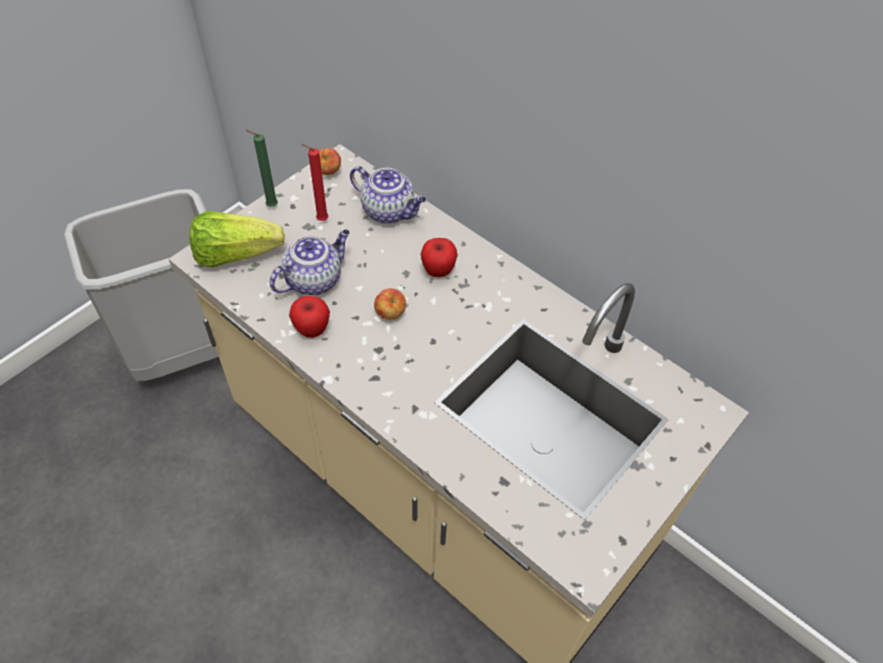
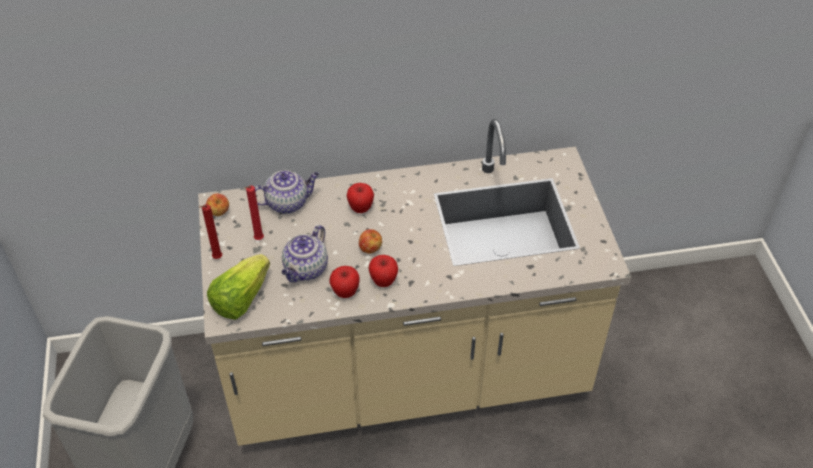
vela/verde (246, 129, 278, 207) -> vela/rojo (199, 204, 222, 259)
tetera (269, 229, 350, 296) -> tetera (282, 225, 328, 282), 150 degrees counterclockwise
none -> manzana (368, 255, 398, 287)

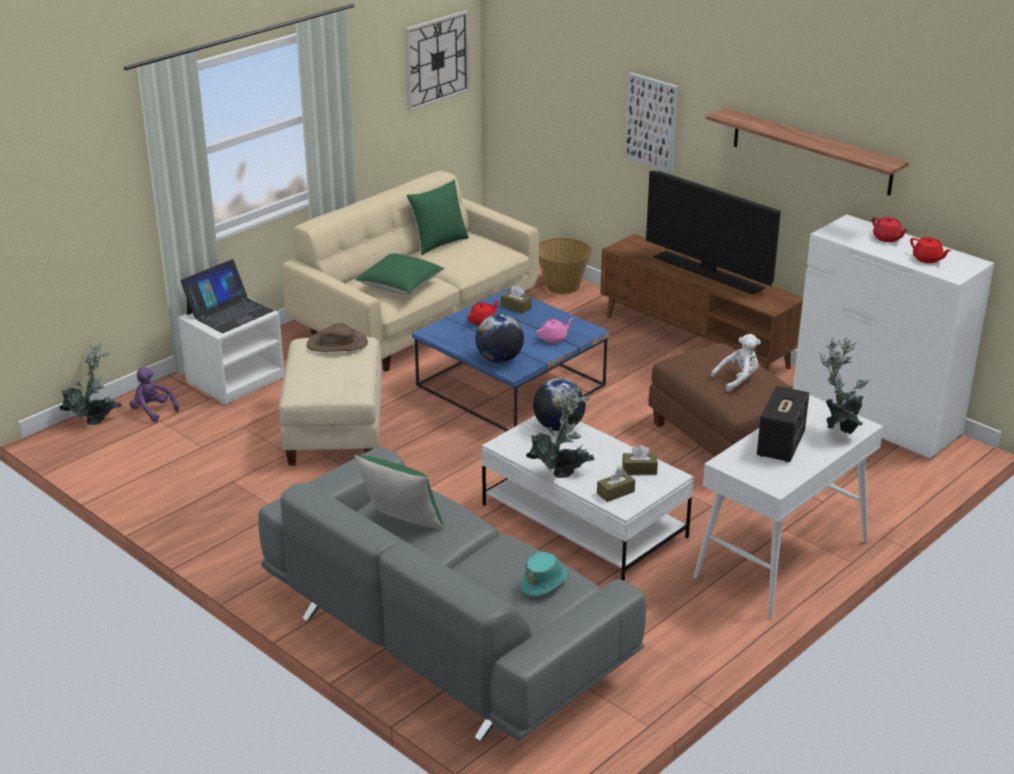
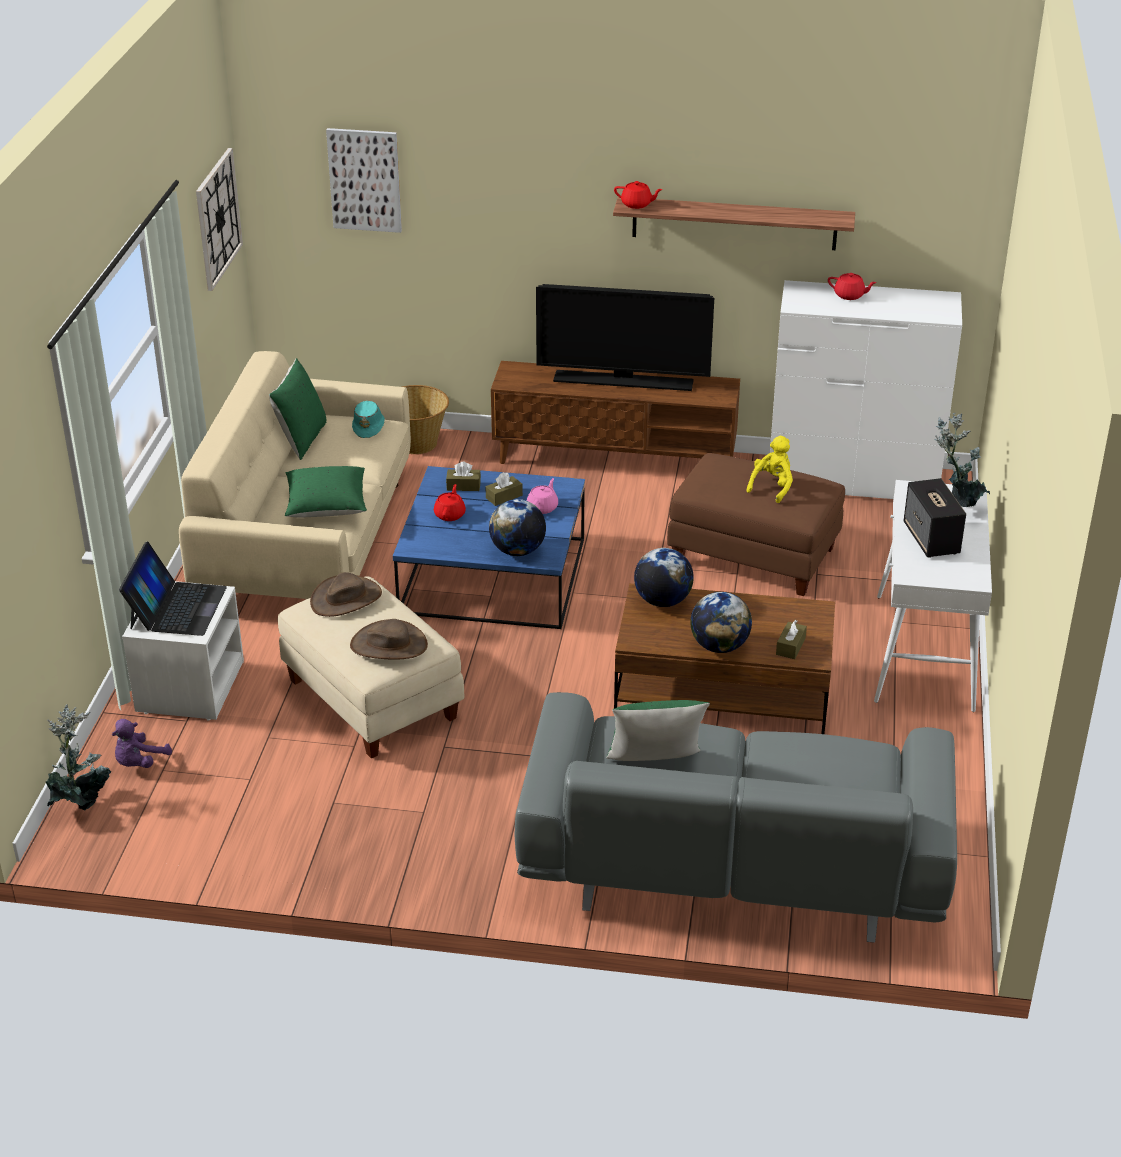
cuadro (625, 72, 678, 173) -> cuadro (326, 128, 402, 233), shifted
tetera/rojo (910, 237, 952, 263) -> tetera/rojo (614, 181, 663, 209), shifted
peluche/blanco (711, 334, 761, 392) -> peluche/amarillo (746, 436, 793, 503)
peluche/morado (129, 367, 179, 422) -> peluche/morado (112, 719, 172, 768), 60 degrees counterclockwise
planta en maceta (526, 385, 595, 478) -> globo terráqueo (690, 592, 752, 653)
mesa de centro/blanco (482, 416, 694, 581) -> mesa de centro/marrón (614, 583, 835, 734)
caja de pañuelos/marrón (622, 445, 658, 475) -> caja de pañuelos/marrón (486, 472, 523, 506), shifted
sombrero/turquesa (521, 552, 568, 596) -> sombrero/turquesa (352, 401, 385, 438), shifted
none -> sombrero/marrón (350, 619, 428, 660)

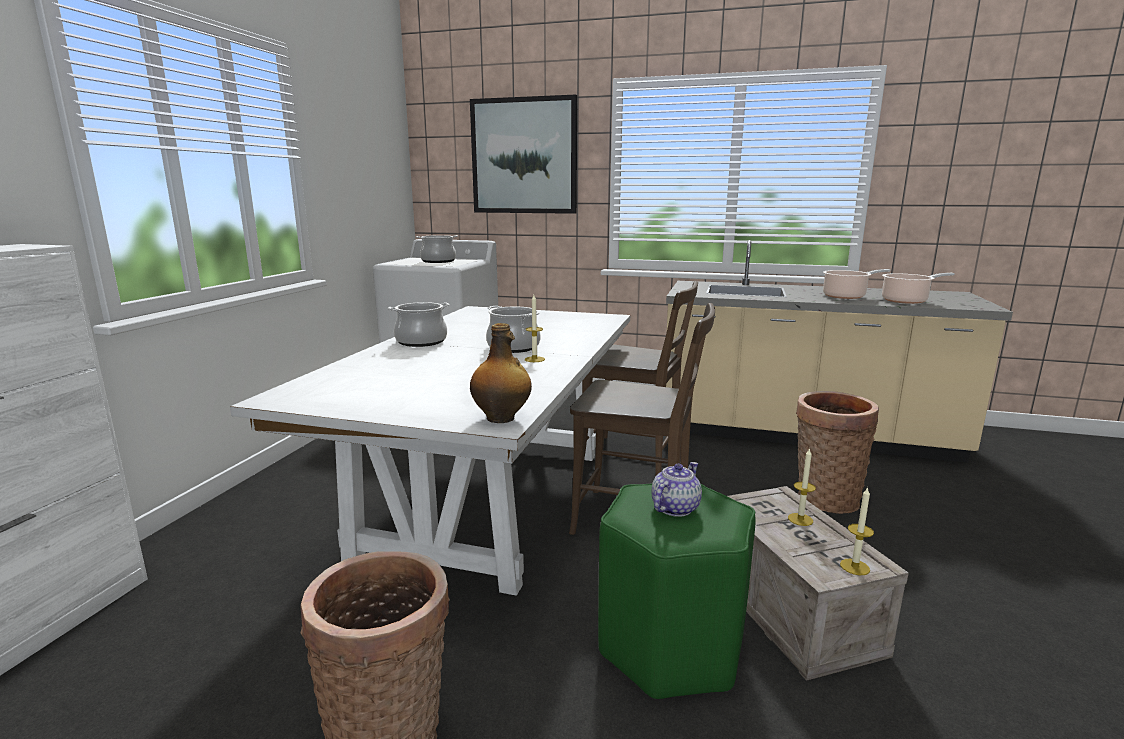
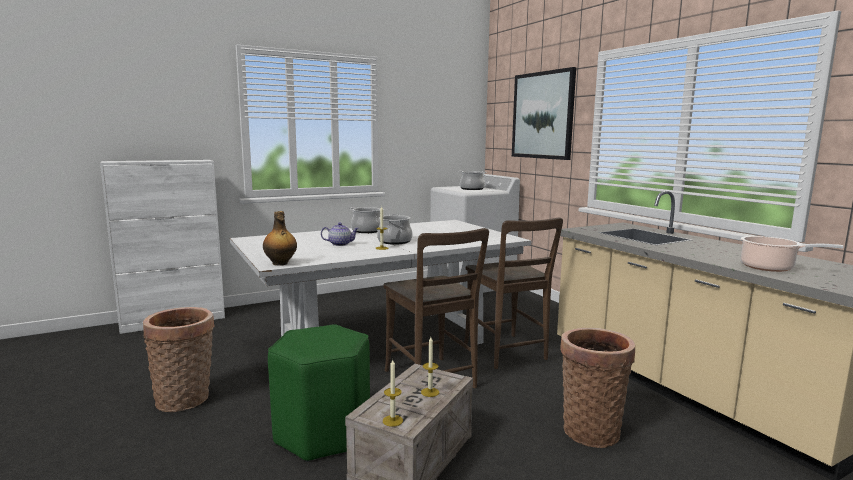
olla (823, 269, 890, 299) -> none
tetera (651, 462, 702, 517) -> tetera (321, 223, 359, 246), shifted

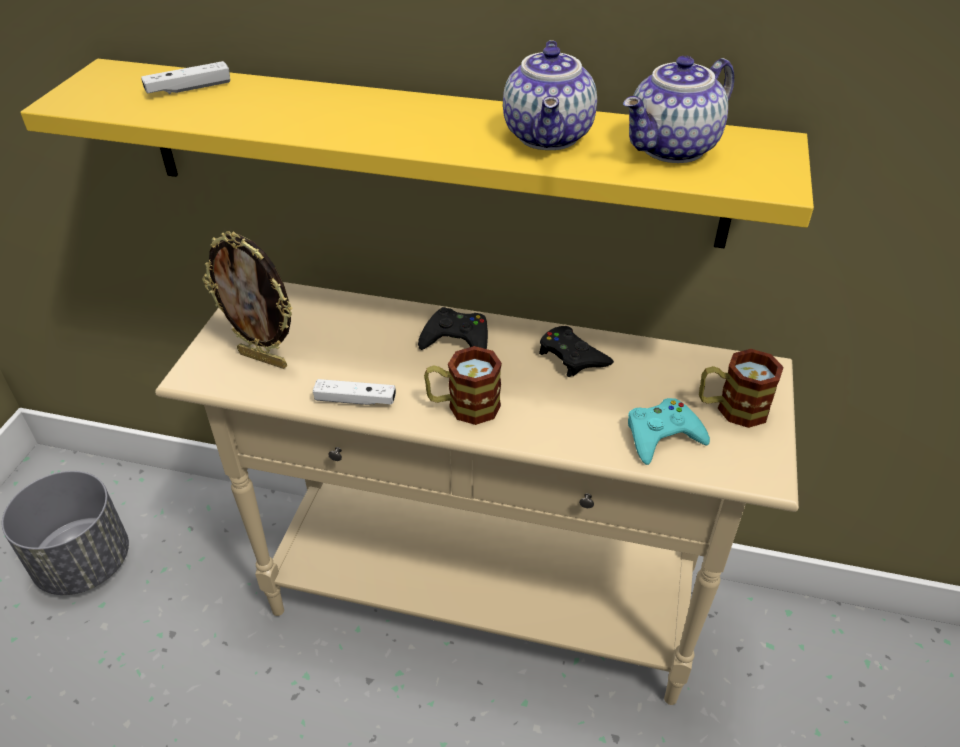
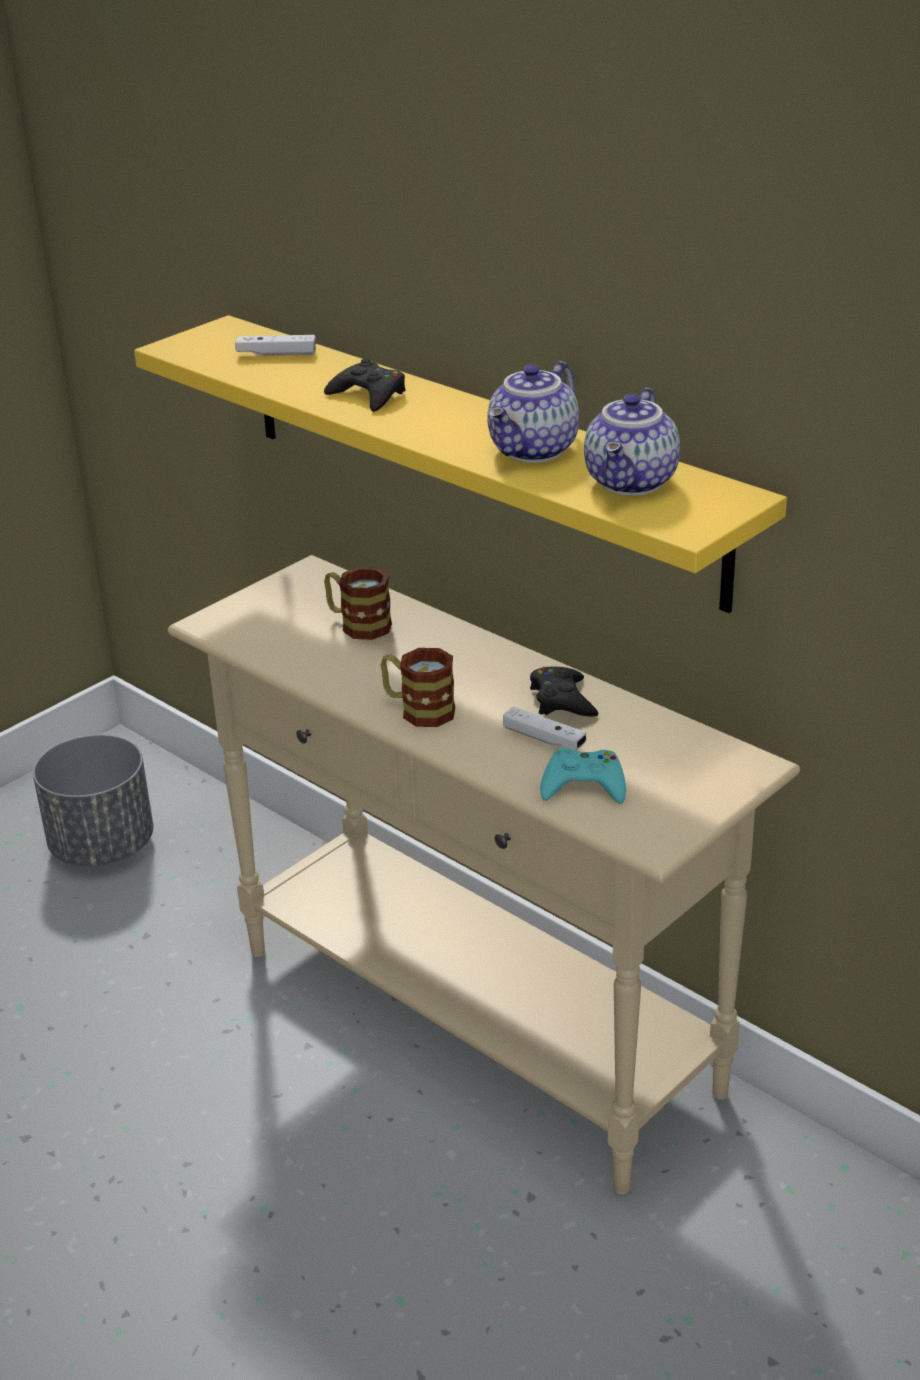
tetera (623, 56, 734, 163) -> tetera (584, 388, 680, 496), 60 degrees counterclockwise
portarretratos (202, 231, 293, 369) -> none
mando de consola/negro (418, 307, 488, 350) -> mando de consola/negro (324, 359, 406, 412), shifted
taza grande (699, 349, 784, 428) -> taza grande (324, 567, 392, 640), shifted
mando de consola/blanco (313, 379, 396, 405) -> mando de consola/blanco (503, 707, 586, 750), shifted

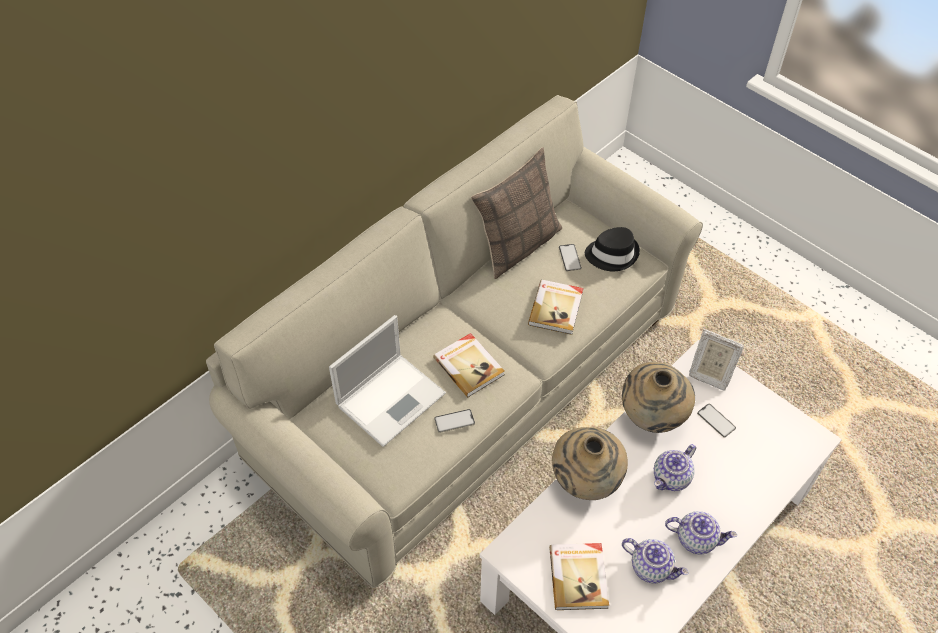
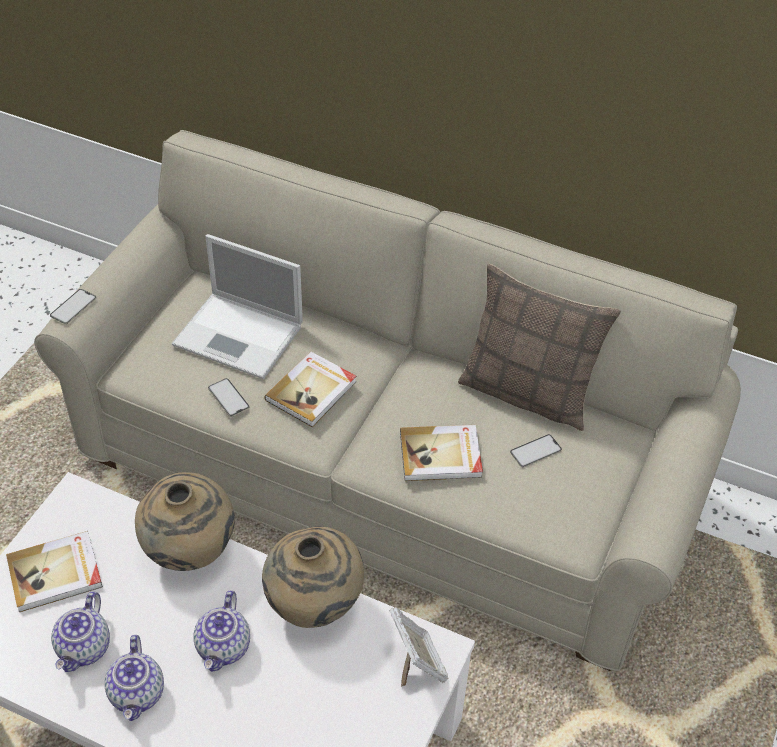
sombrero/negro (585, 227, 640, 271) -> none
portarretratos (689, 329, 744, 390) -> portarretratos (389, 607, 448, 687), 150 degrees clockwise
móvil (697, 404, 736, 437) -> móvil (50, 289, 96, 324), shifted
tetera (654, 444, 696, 491) -> tetera (193, 591, 250, 672), 105 degrees counterclockwise

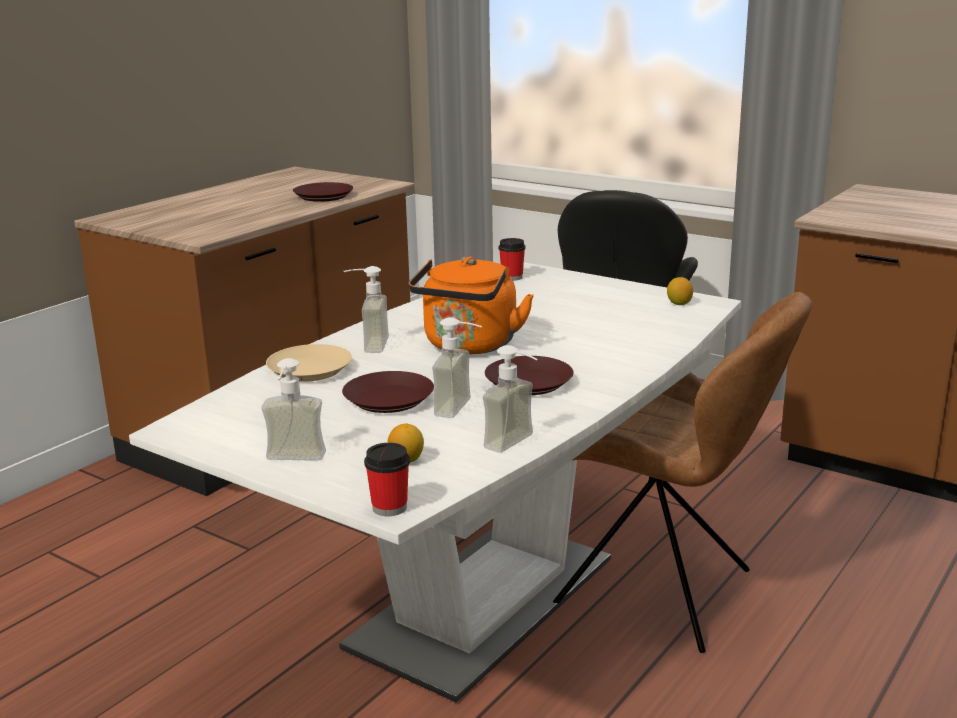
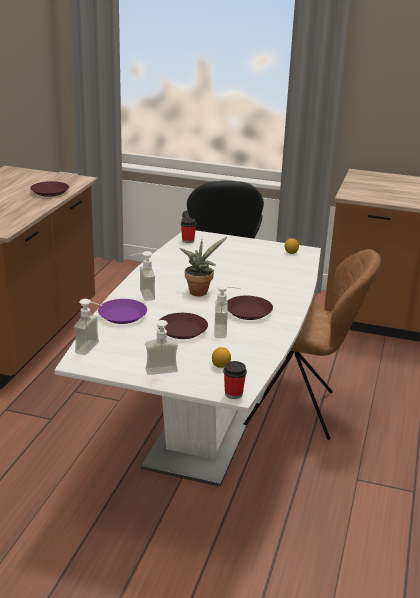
hervidor/naranja (409, 257, 534, 355) -> planta en maceta (180, 237, 227, 296)
plato/beis (266, 344, 352, 382) -> plato/morado (98, 299, 147, 324)
dispensador de jabón (483, 345, 538, 453) -> dispensador de jabón (74, 299, 103, 355), shifted

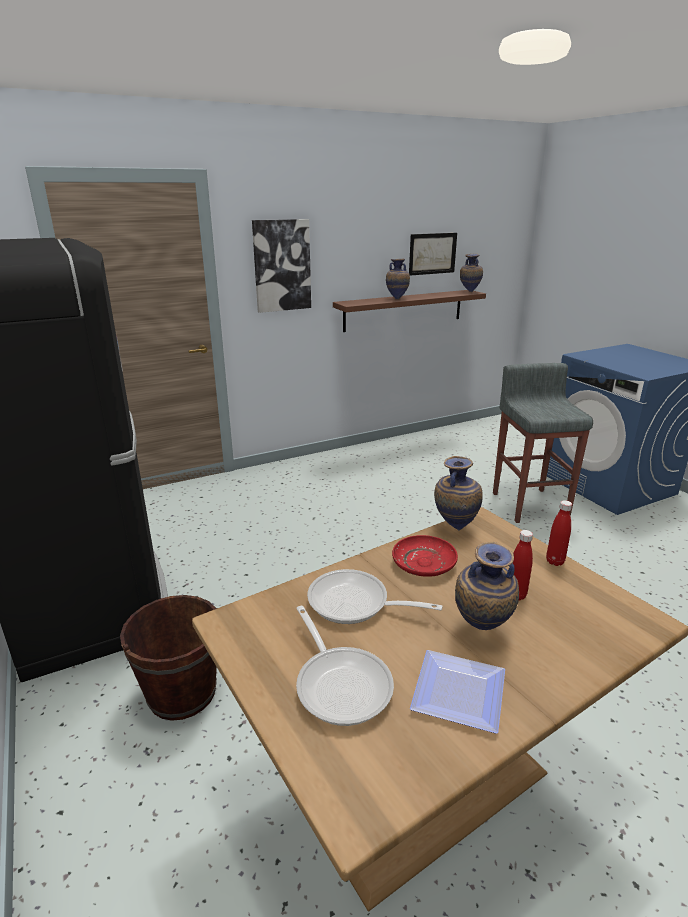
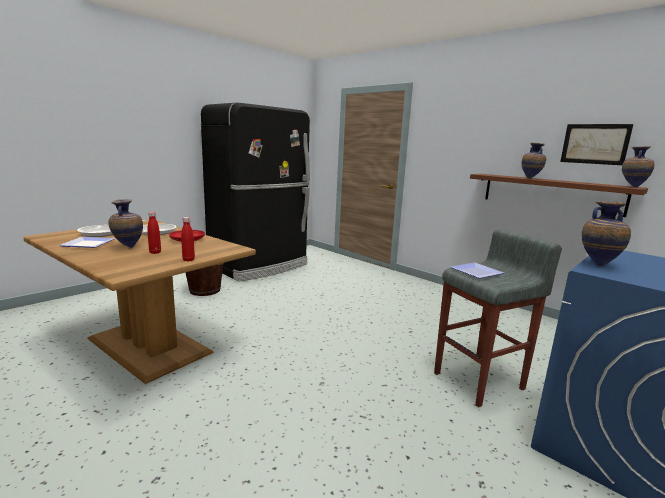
cuadro (252, 219, 311, 313) -> none
florero (434, 456, 483, 531) -> florero (582, 201, 631, 266), shifted
none -> plato (451, 263, 504, 278)

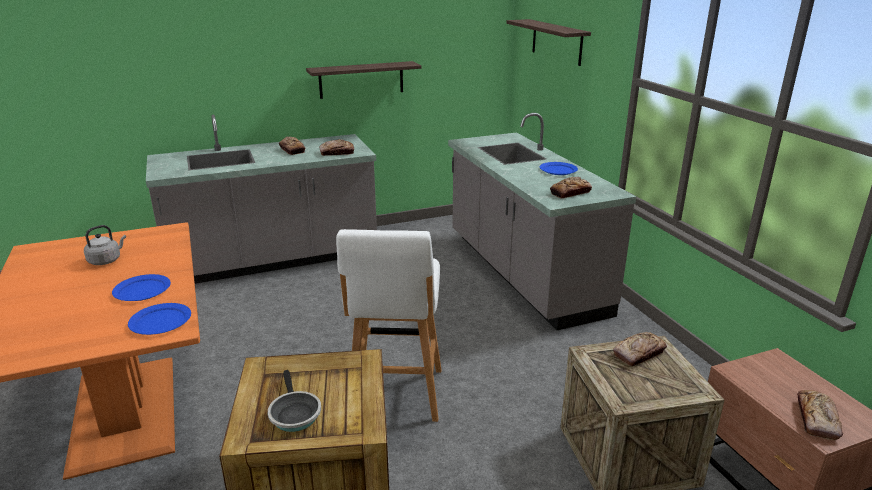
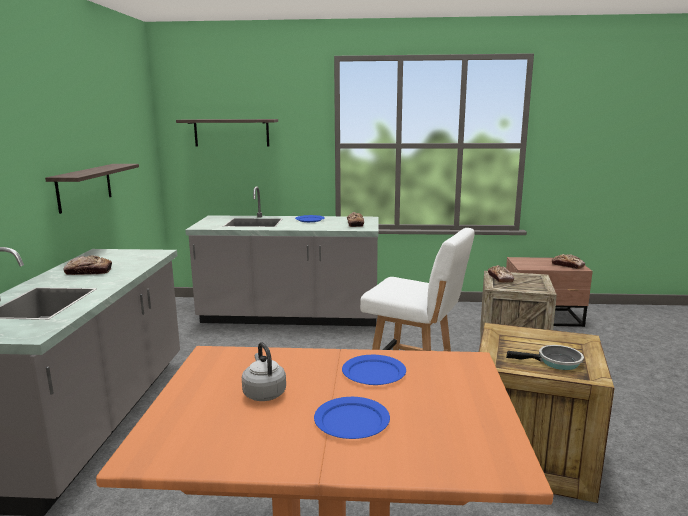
pan (319, 139, 354, 156) -> none
plato/azul (128, 303, 191, 335) -> plato/azul (314, 397, 390, 439), shifted

